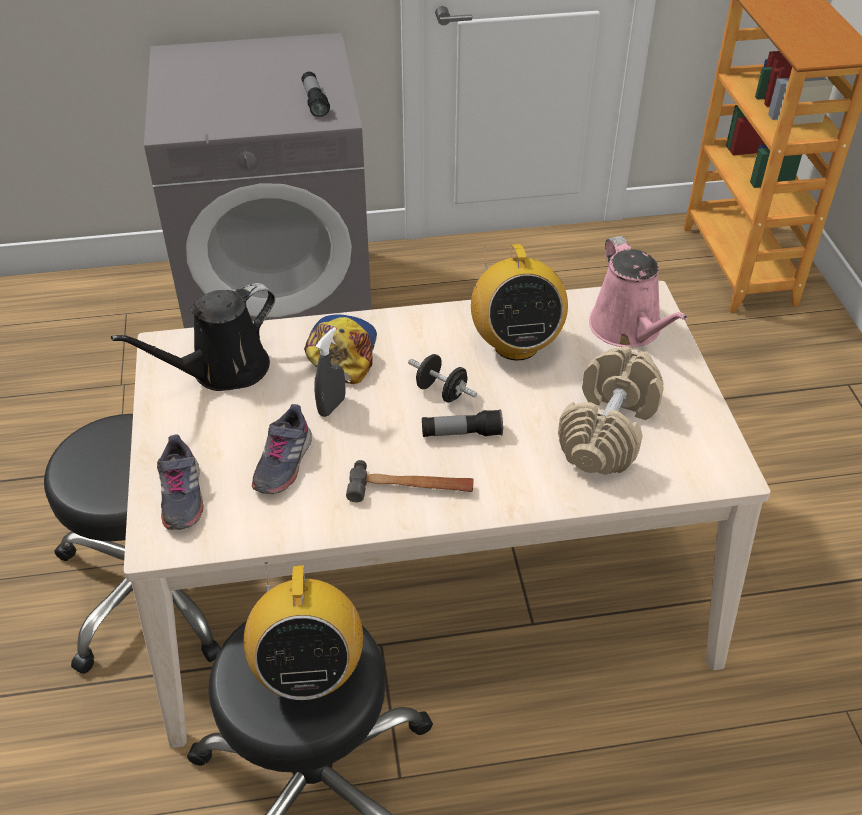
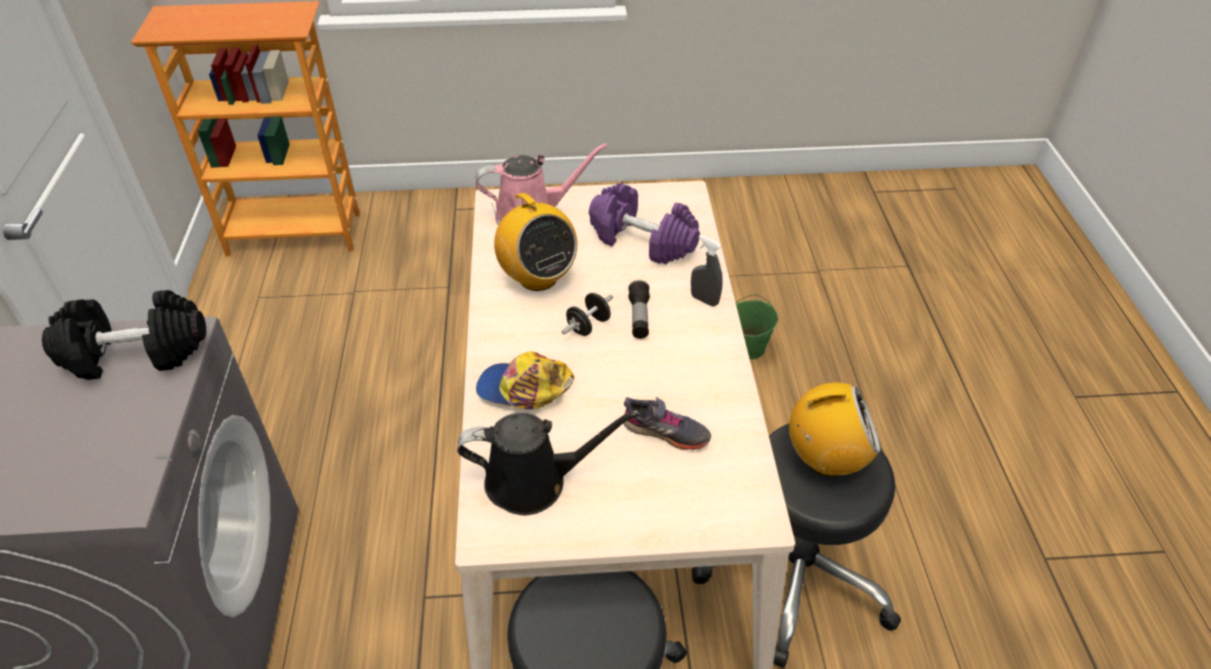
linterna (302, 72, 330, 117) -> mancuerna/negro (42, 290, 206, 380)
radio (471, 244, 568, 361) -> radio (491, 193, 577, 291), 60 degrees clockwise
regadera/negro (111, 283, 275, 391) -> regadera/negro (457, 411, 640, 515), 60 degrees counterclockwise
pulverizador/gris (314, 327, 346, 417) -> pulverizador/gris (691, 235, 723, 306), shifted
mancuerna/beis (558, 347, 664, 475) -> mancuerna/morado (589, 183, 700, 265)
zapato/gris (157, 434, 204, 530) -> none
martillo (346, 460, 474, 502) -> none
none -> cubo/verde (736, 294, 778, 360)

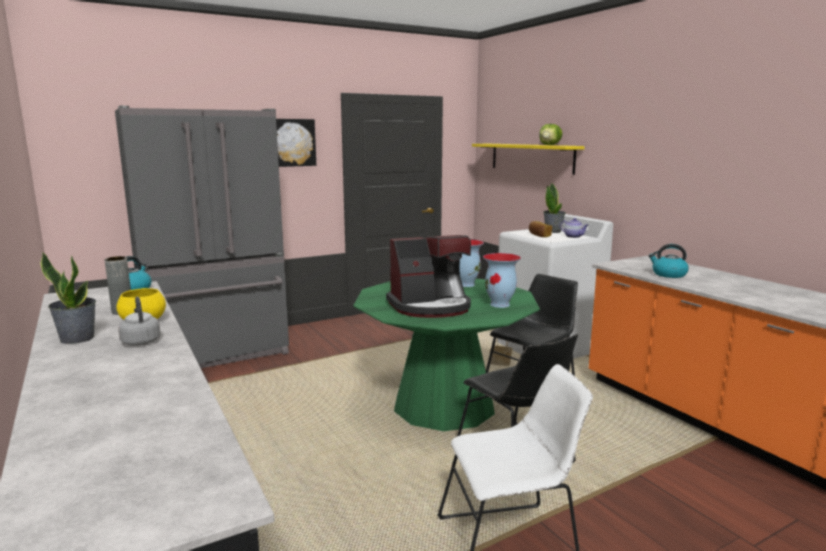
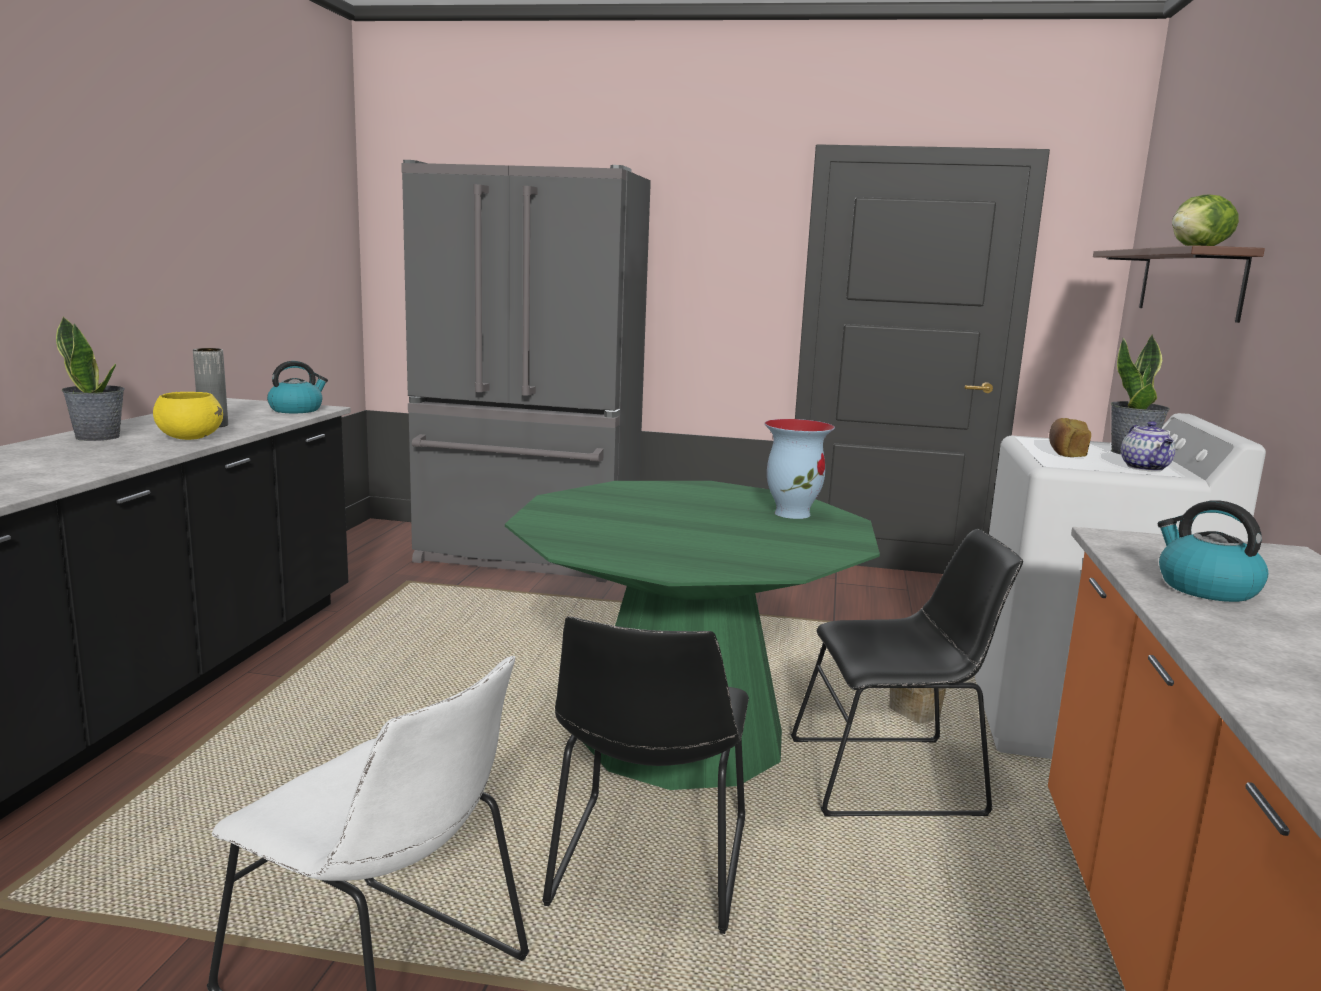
cuadro (276, 119, 316, 167) -> none
estante/amarillo (472, 144, 585, 175) -> estante/marrón (1093, 245, 1265, 323)
cafetera (386, 235, 471, 318) -> none
florero (483, 253, 521, 308) -> none
hervidor/gris (118, 297, 160, 346) -> none

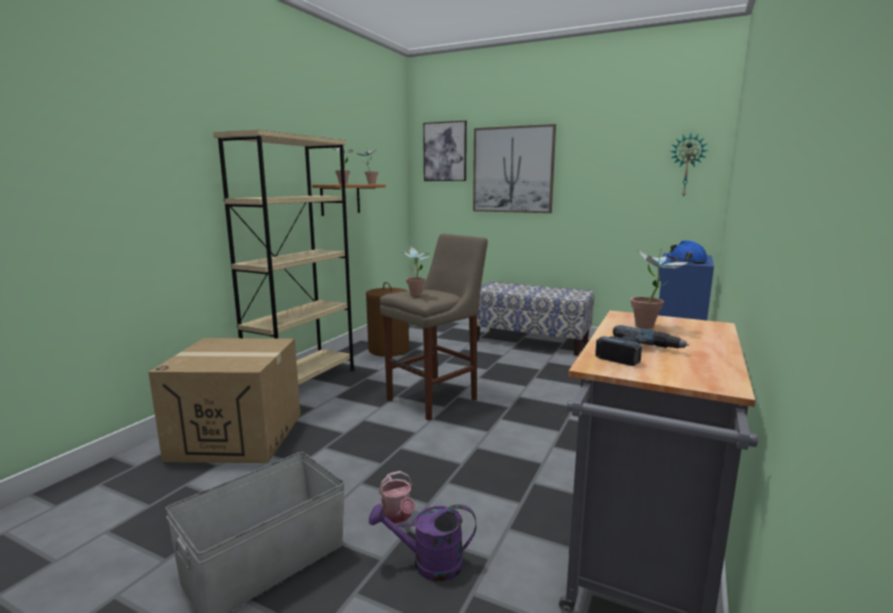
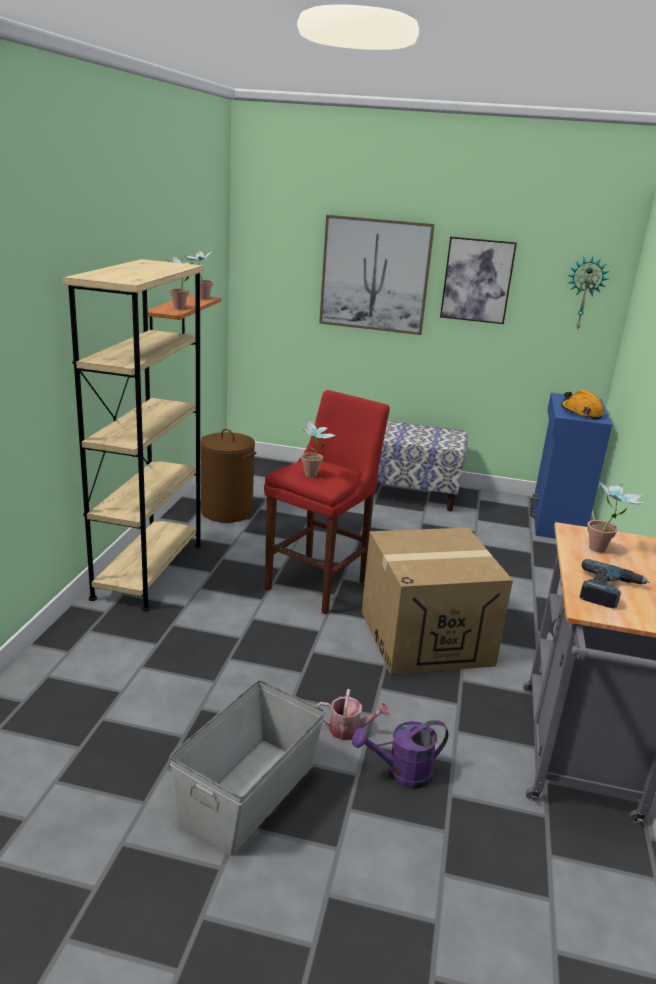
cuadro (423, 120, 467, 181) -> cuadro (440, 237, 517, 324), shifted
taburete/beis (380, 233, 488, 421) -> taburete/rojo (264, 390, 390, 614)
casco/azul (667, 240, 708, 264) -> casco/naranja (561, 390, 604, 420)
caja de cartón (148, 338, 301, 463) -> caja de cartón (362, 527, 513, 675), shifted
regadera (379, 471, 415, 523) -> regadera (316, 689, 390, 740), 45 degrees counterclockwise

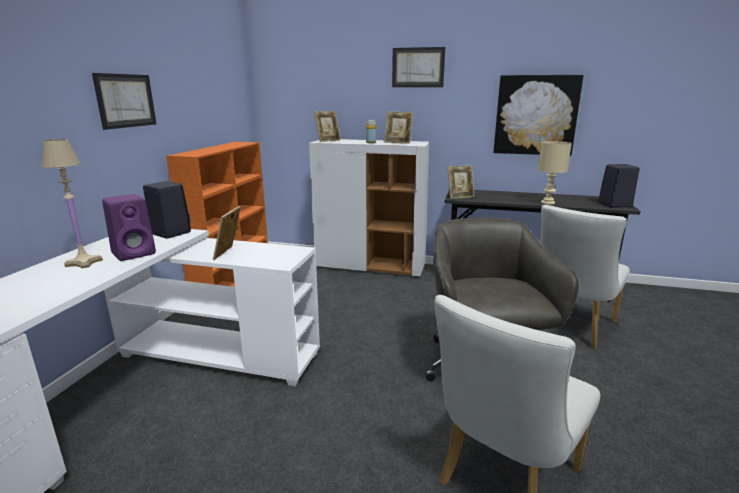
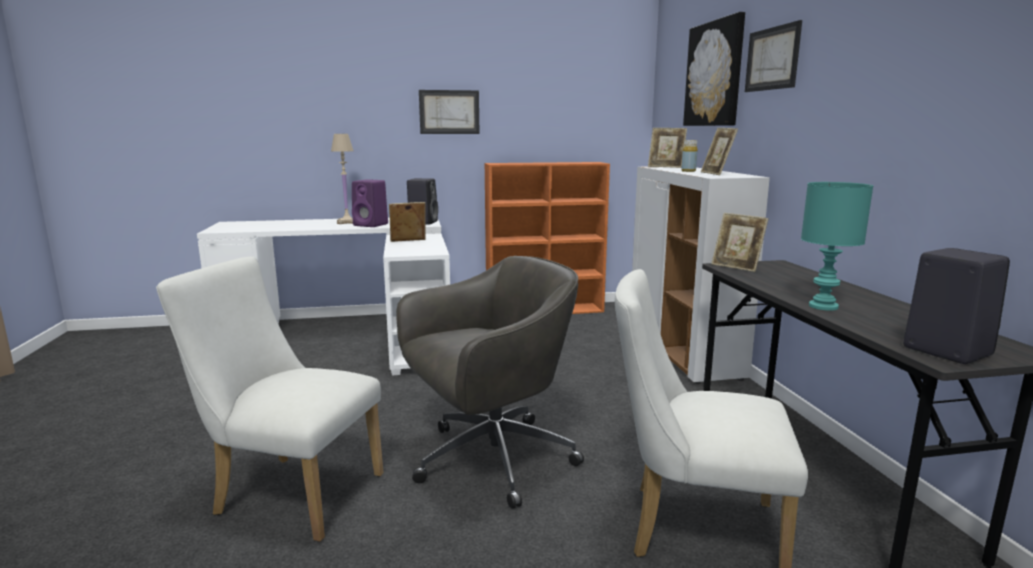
cuadro (494, 75, 584, 156) -> cuadro (683, 12, 745, 126), shifted
lámpara de mesa/beis (538, 141, 572, 205) -> lámpara de mesa/turquesa (801, 182, 873, 311)

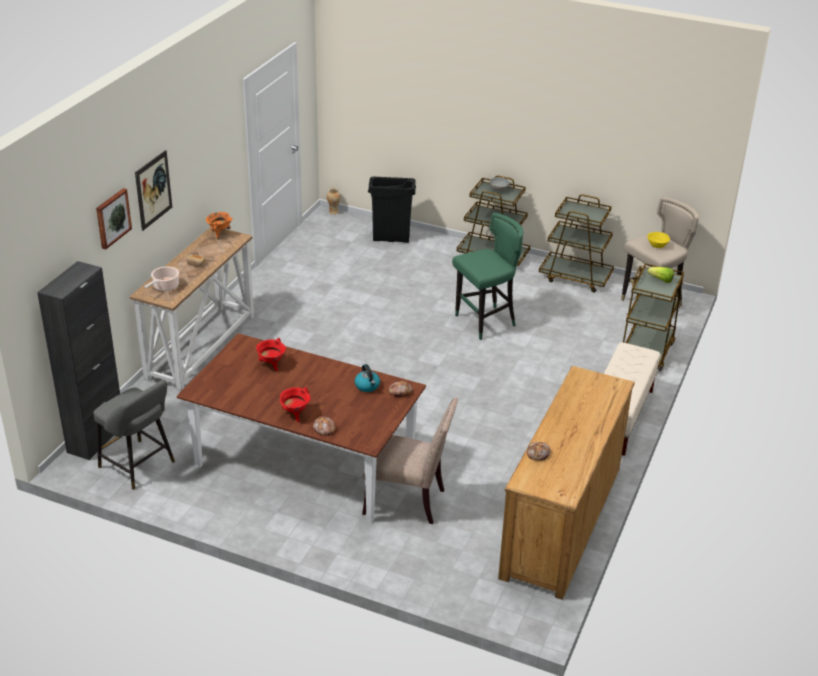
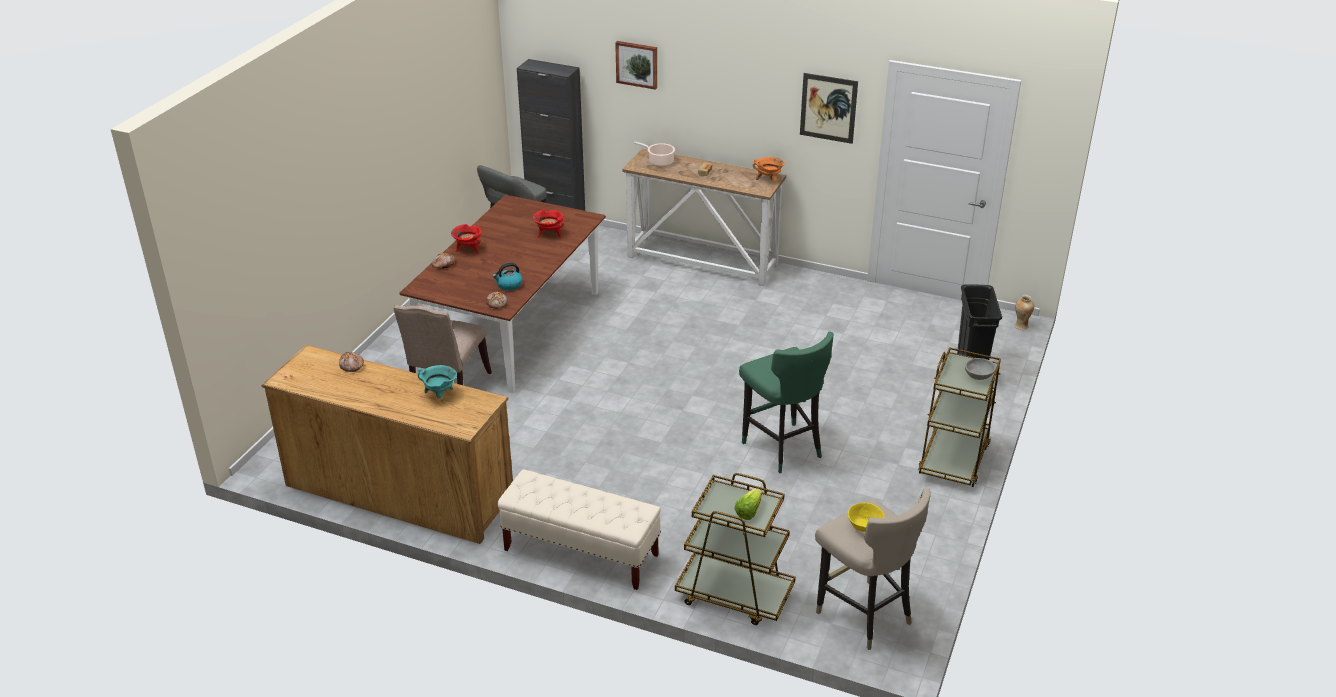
cuadro (135, 150, 172, 231) -> cuadro (800, 73, 858, 144), shifted
carrito/marrón (539, 194, 614, 292) -> none
none -> olla/turquesa (418, 365, 457, 398)

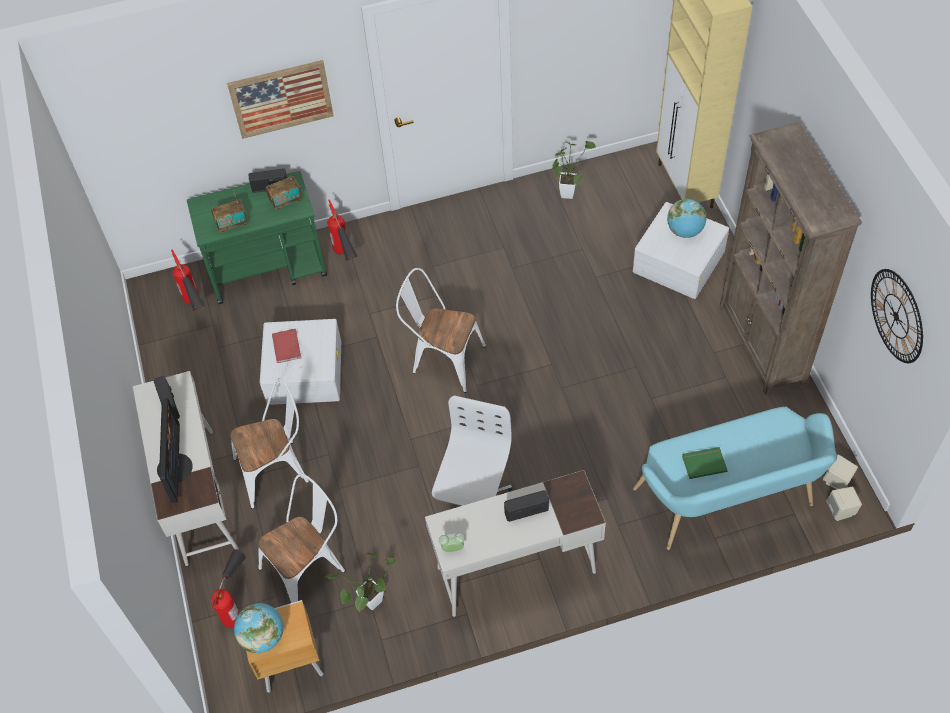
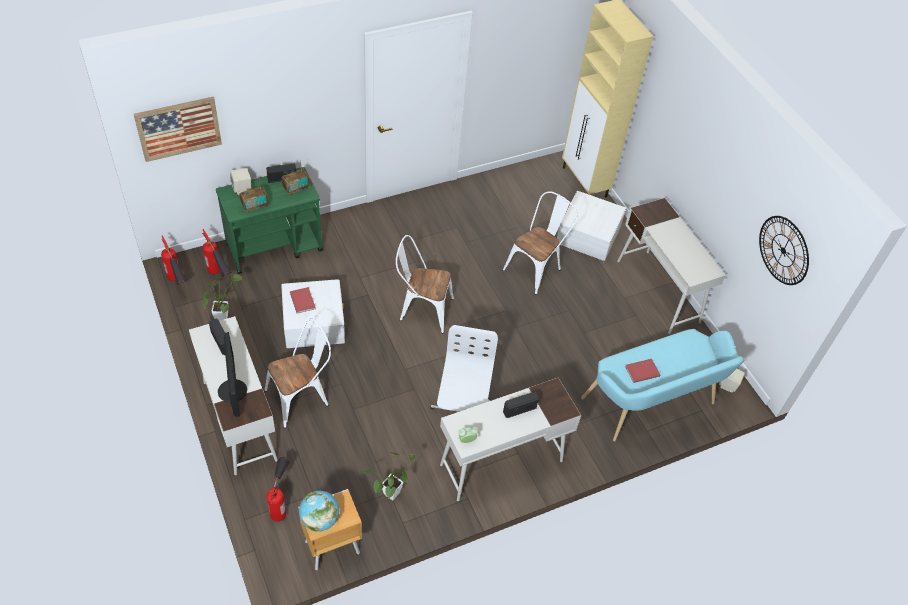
cuadro (227, 60, 334, 139) -> cuadro (134, 96, 222, 162), shifted
estantería/marrón (719, 122, 862, 396) -> escritorio/blanco (617, 198, 726, 334)
planta en maceta (552, 141, 596, 199) -> planta en maceta (203, 274, 242, 321), shifted
globo terráqueo (667, 199, 706, 238) -> none
extintor (327, 200, 358, 261) -> extintor (161, 235, 187, 285), shifted
libro/verde (682, 447, 727, 479) -> libro/rojo (625, 359, 661, 383)
silla/blanco (258, 474, 345, 603) -> silla/blanco (503, 191, 578, 295), shifted
altavoz/beis (826, 487, 862, 521) -> altavoz/beis (230, 168, 251, 195), shifted

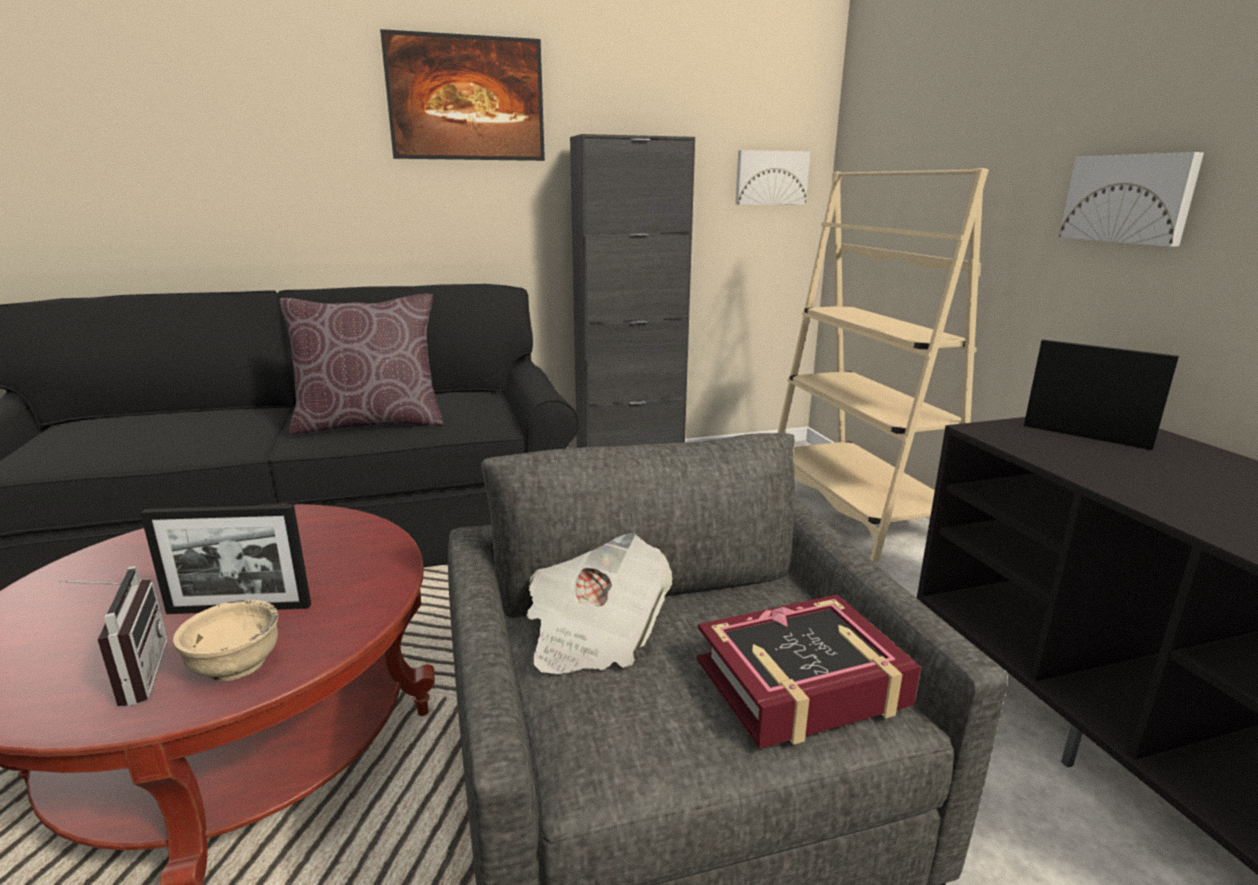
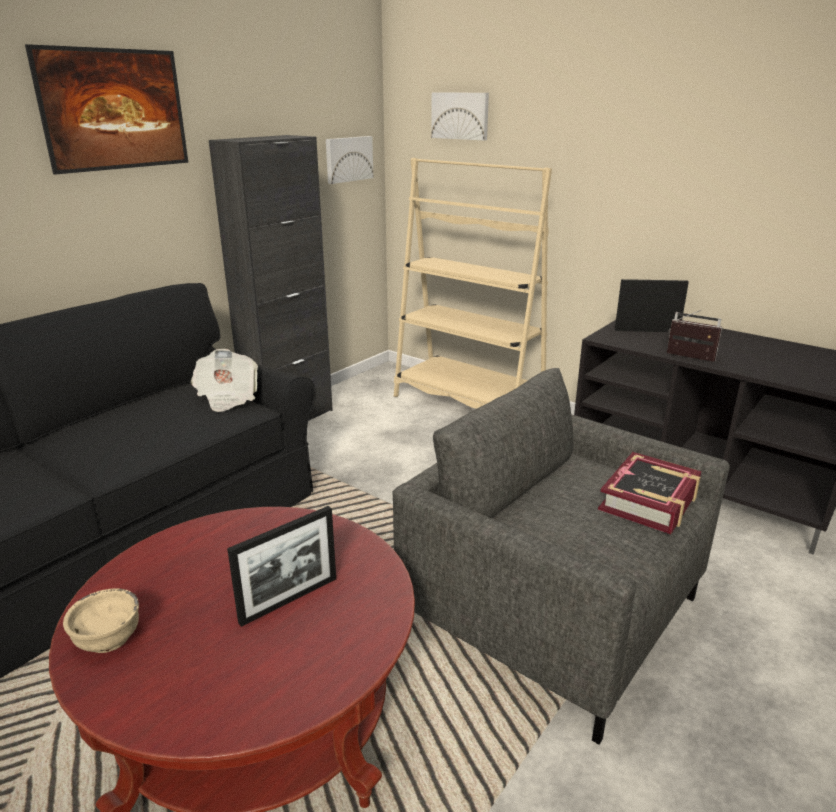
cuadro (1059, 152, 1204, 247) -> cuadro (431, 93, 489, 140), shifted
cojín/marrón (280, 294, 443, 434) -> none
periódico (526, 532, 673, 674) -> periódico (191, 349, 258, 412), shifted
radio (58, 566, 168, 706) -> radio (667, 310, 722, 362), shifted
cuenco/beis (173, 600, 278, 681) -> cuenco/beis (63, 588, 139, 653), shifted

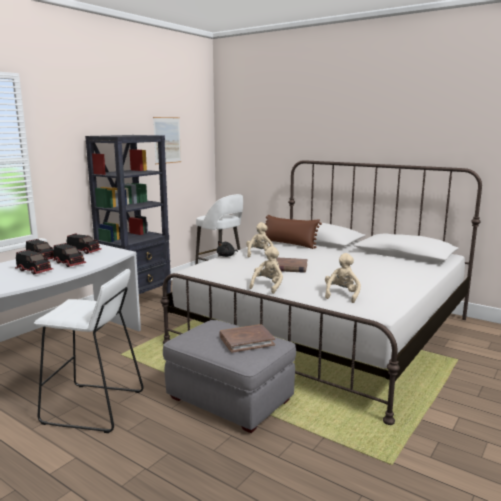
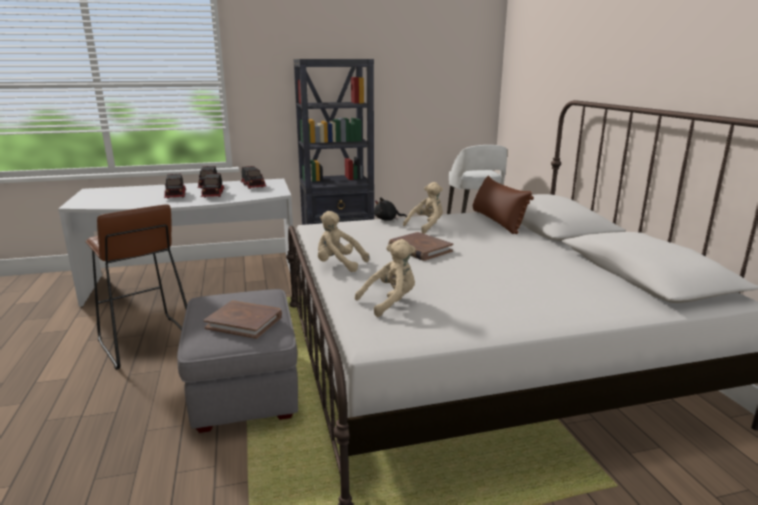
cuadro (153, 117, 181, 164) -> none
peluche/beis (249, 246, 283, 294) -> peluche/beis (318, 211, 369, 272), 135 degrees counterclockwise
taburete/blanco (34, 269, 144, 433) -> taburete/marrón (86, 204, 187, 370)

